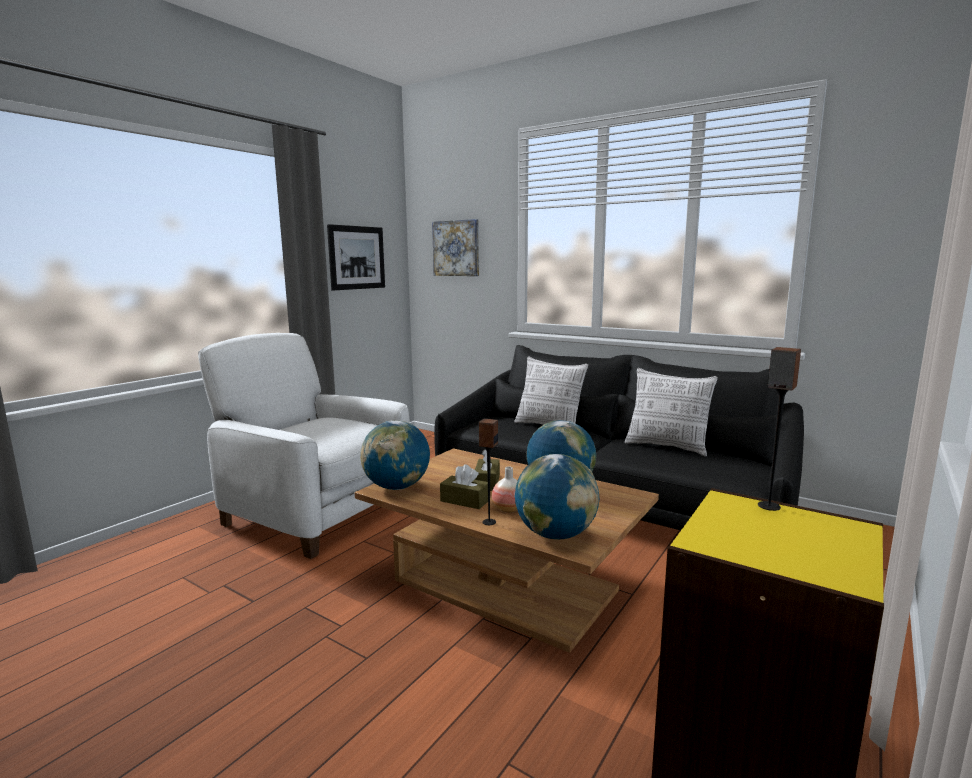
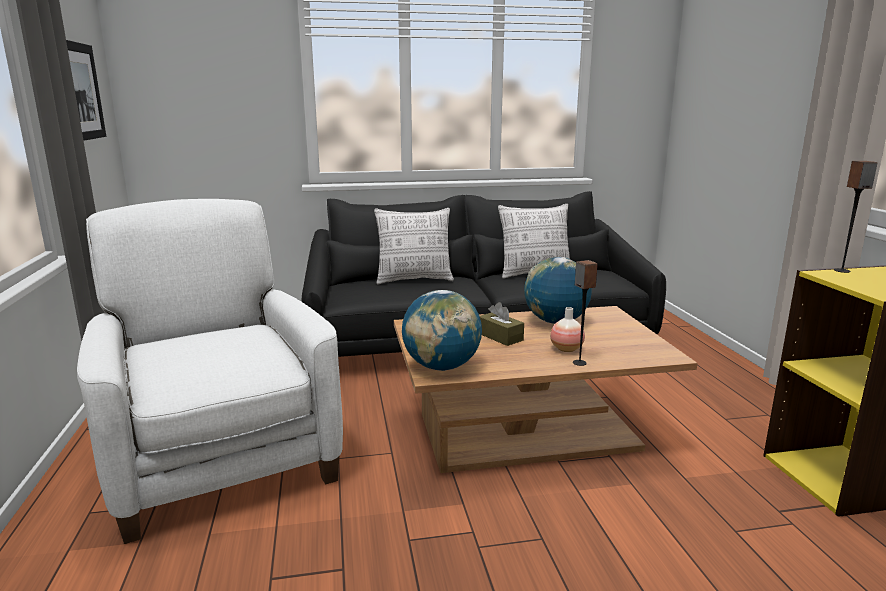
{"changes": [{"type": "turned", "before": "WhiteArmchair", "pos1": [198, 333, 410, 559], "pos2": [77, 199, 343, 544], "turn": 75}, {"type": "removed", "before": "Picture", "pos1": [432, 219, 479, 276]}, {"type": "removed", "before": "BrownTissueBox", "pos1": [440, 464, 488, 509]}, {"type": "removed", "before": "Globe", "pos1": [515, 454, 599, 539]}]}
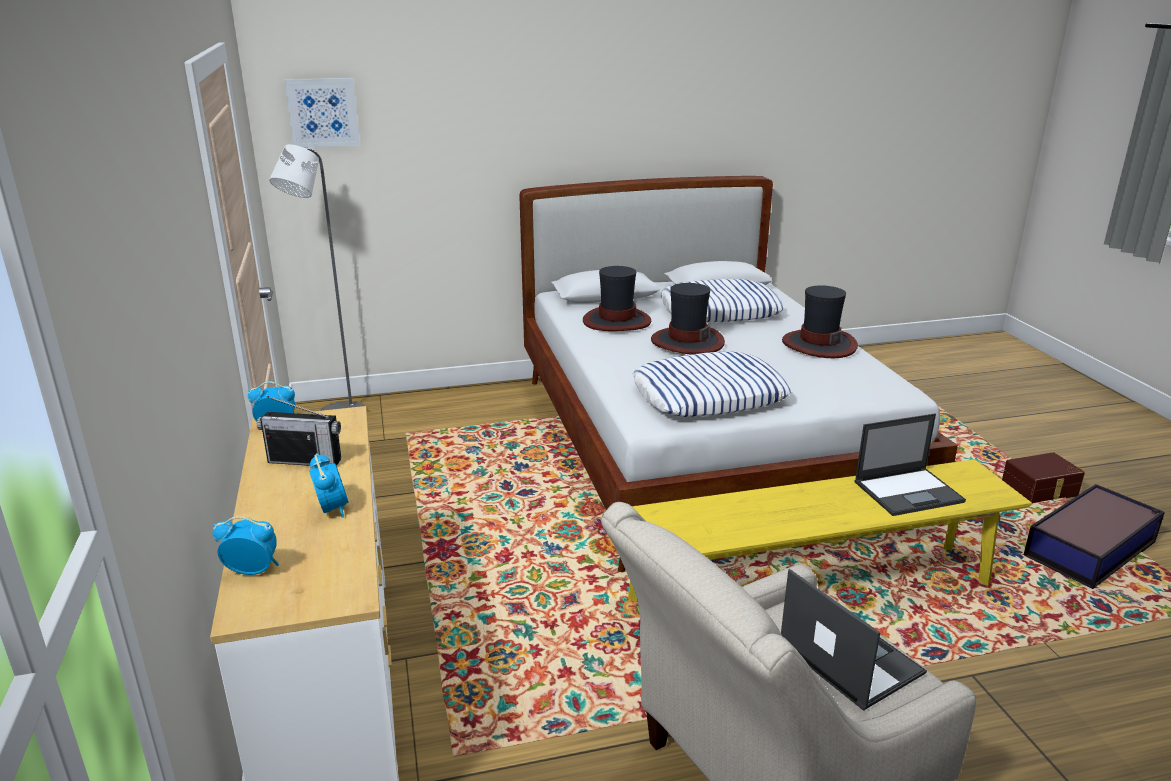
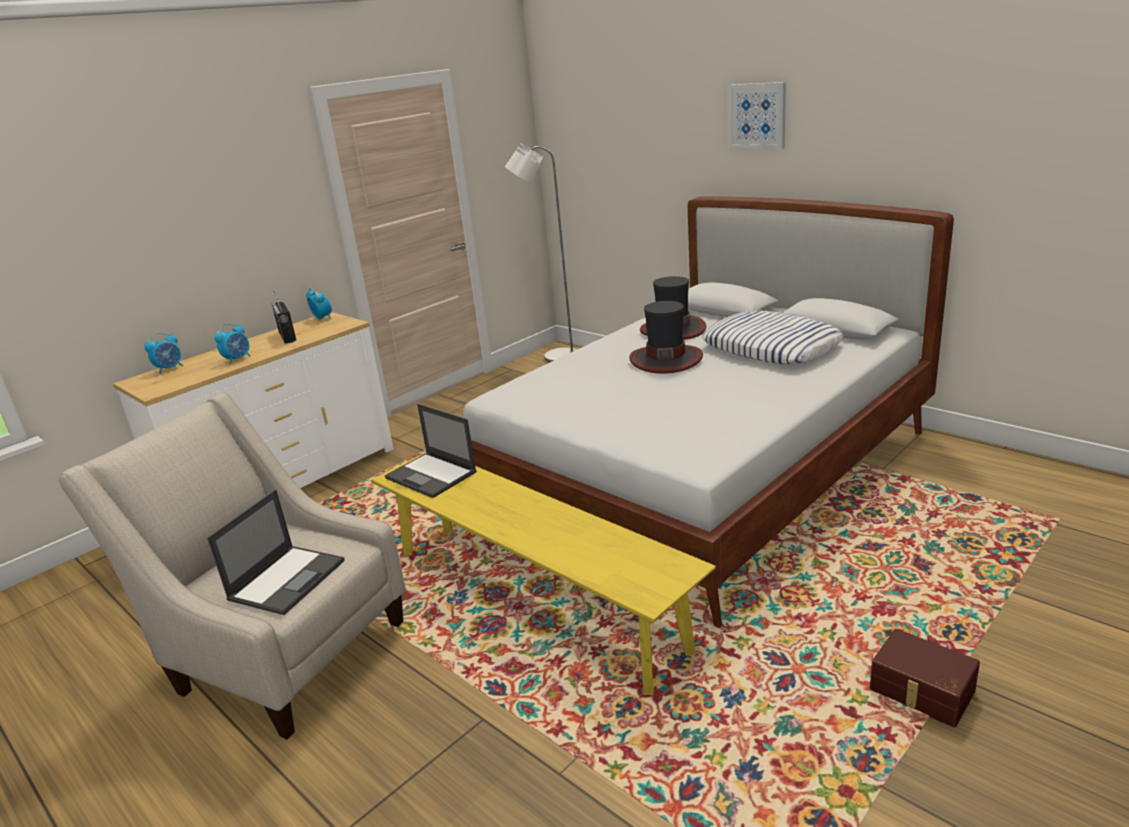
{"changes": [{"type": "turned", "before": "AlarmClock", "pos1": [213, 516, 279, 575], "pos2": [144, 333, 183, 374], "turn": 75}, {"type": "moved", "before": "Picture", "pos1": [285, 78, 360, 148], "pos2": [729, 82, 786, 149]}, {"type": "removed", "before": "Pillow", "pos1": [633, 351, 791, 417]}, {"type": "removed", "before": "Hat", "pos1": [782, 285, 858, 358]}, {"type": "moved", "before": "Laptop", "pos1": [855, 413, 966, 516], "pos2": [385, 404, 477, 498]}, {"type": "removed", "before": "StorageBox", "pos1": [1024, 484, 1165, 589]}]}
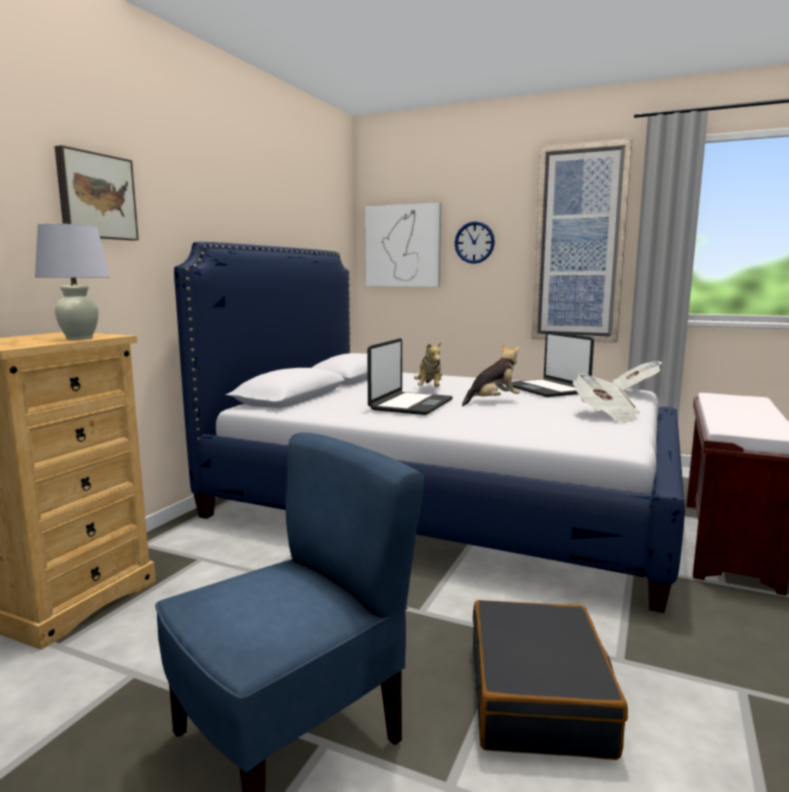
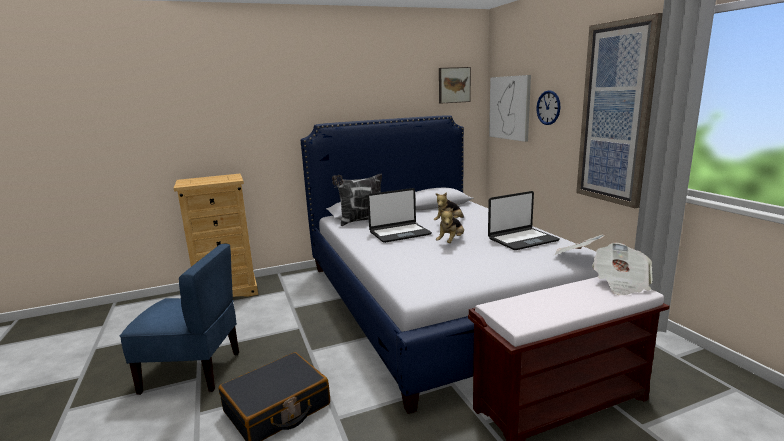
{"changes": [{"type": "removed", "before": "WhiteTableLamp", "pos1": [35, 224, 110, 339]}, {"type": "moved", "before": "Picture", "pos1": [54, 145, 139, 241], "pos2": [439, 67, 471, 104]}, {"type": "turned", "before": "PlushToy", "pos1": [462, 344, 520, 406], "pos2": [436, 208, 464, 243], "turn": 105}, {"type": "turned", "before": "Laptop", "pos1": [512, 332, 594, 397], "pos2": [488, 191, 559, 250], "turn": -135}, {"type": "moved", "before": "Newspaper", "pos1": [573, 374, 640, 423], "pos2": [592, 243, 653, 295]}, {"type": "added", "after": "Pillow", "pos2": [332, 174, 382, 226]}]}
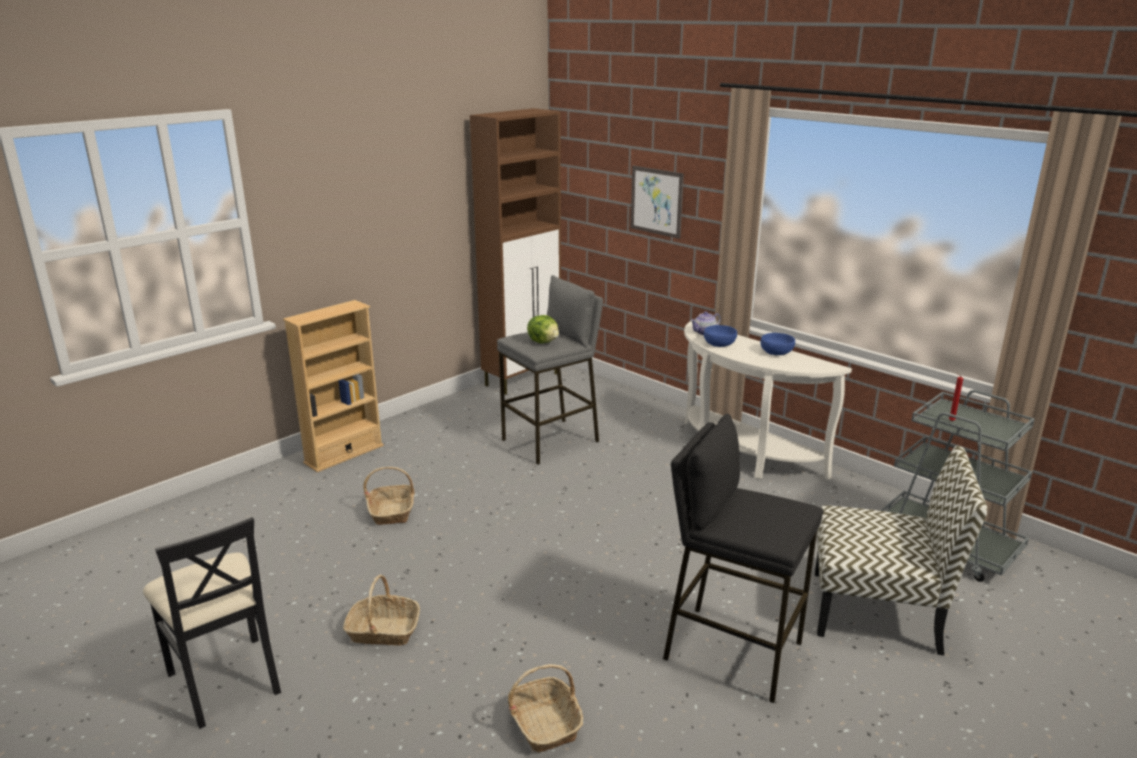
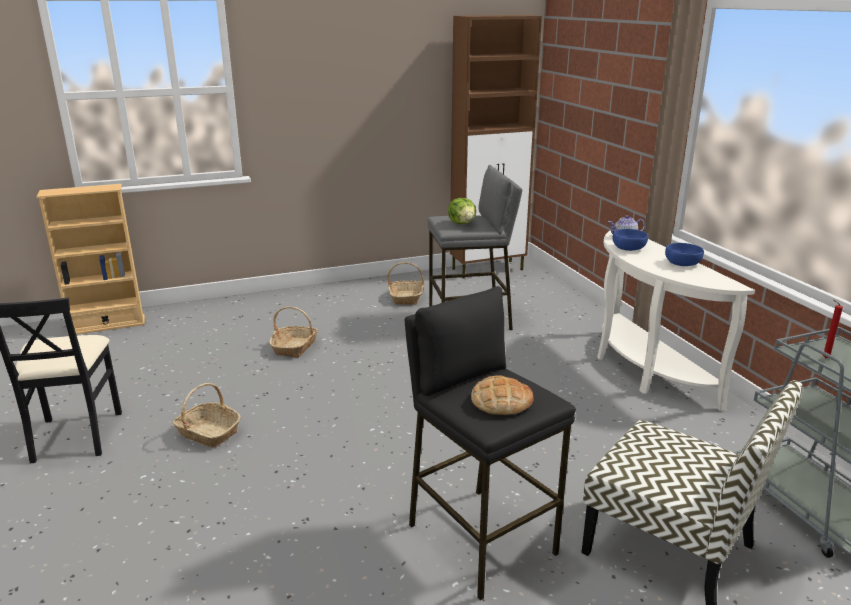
{"changes": [{"type": "moved", "before": "BeigeBookcase", "pos1": [283, 300, 384, 472], "pos2": [36, 184, 145, 336]}, {"type": "moved", "before": "Basket", "pos1": [508, 664, 583, 753], "pos2": [387, 262, 424, 305]}, {"type": "removed", "before": "Picture", "pos1": [630, 165, 684, 239]}, {"type": "added", "after": "Bread", "pos2": [471, 375, 534, 415]}]}
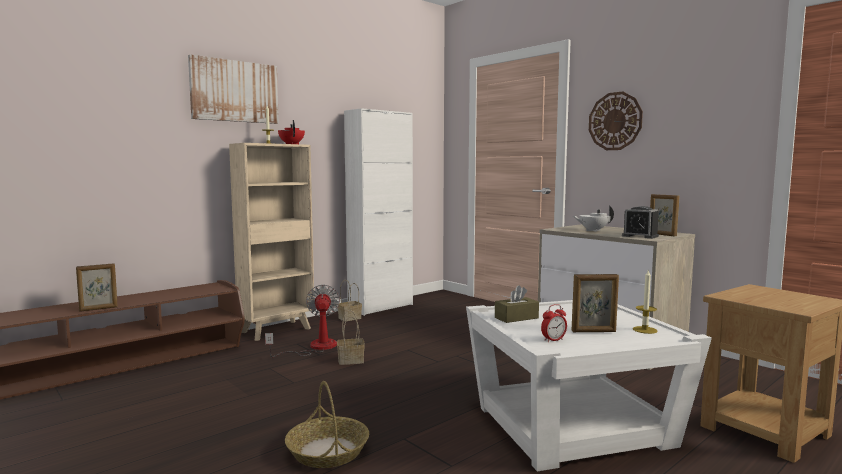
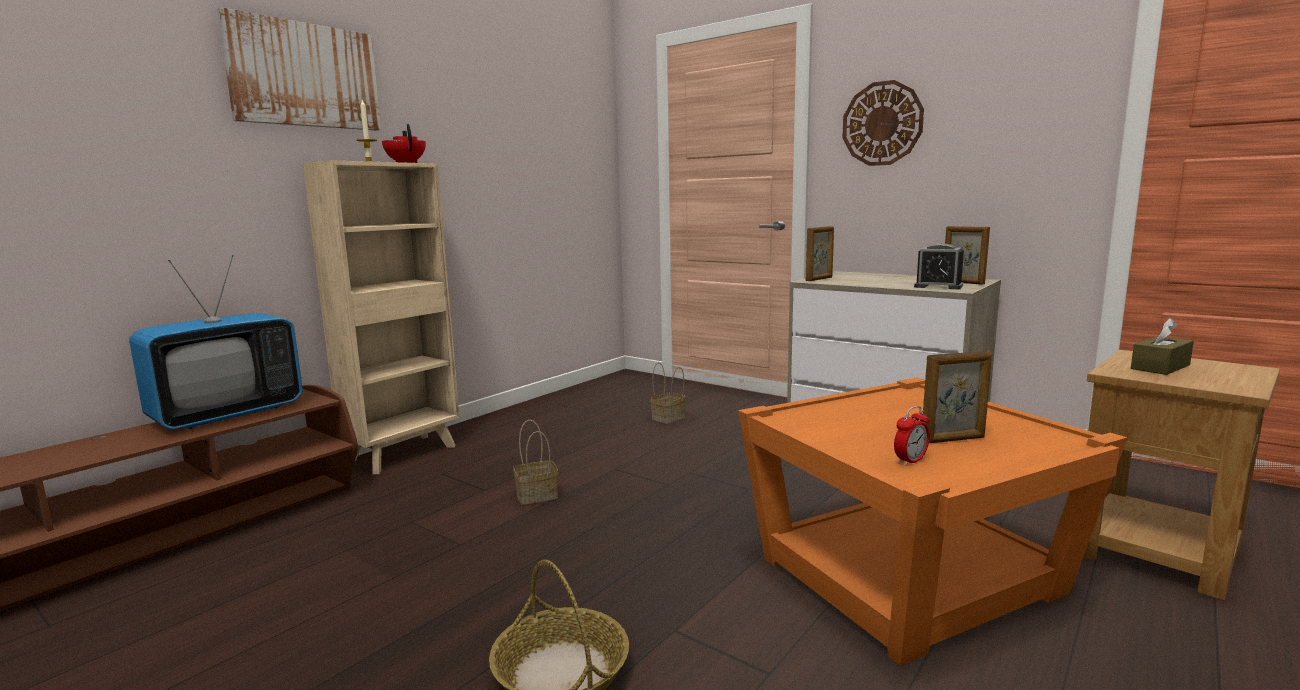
{"changes": [{"type": "moved", "before": "PictureFrame", "pos1": [76, 263, 118, 312], "pos2": [805, 226, 834, 281]}, {"type": "removed", "before": "Fan", "pos1": [265, 285, 340, 358]}, {"type": "moved", "before": "Basket", "pos1": [337, 280, 362, 322], "pos2": [650, 363, 686, 424]}, {"type": "removed", "before": "WhiteCabinet", "pos1": [344, 108, 413, 316]}, {"type": "recoloured", "before": "WhiteSideTable", "after": "OrangeSideTable", "pos1": [466, 300, 712, 471], "pos2": [738, 378, 1128, 666]}, {"type": "moved", "before": "BrownTissueBox", "pos1": [495, 285, 539, 323], "pos2": [1131, 318, 1194, 375]}, {"type": "removed", "before": "WhiteTeapot", "pos1": [573, 206, 614, 232]}, {"type": "removed", "before": "Candle", "pos1": [633, 270, 658, 334]}, {"type": "added", "after": "Television", "pos2": [129, 255, 303, 429]}]}
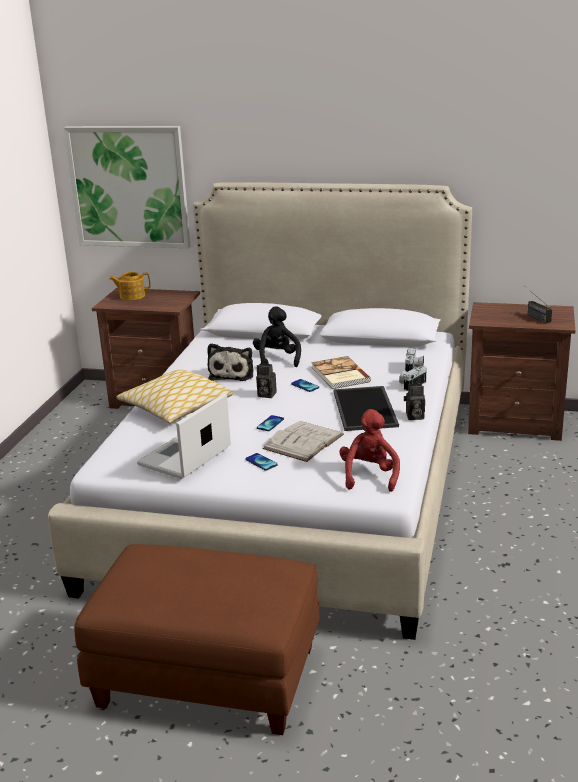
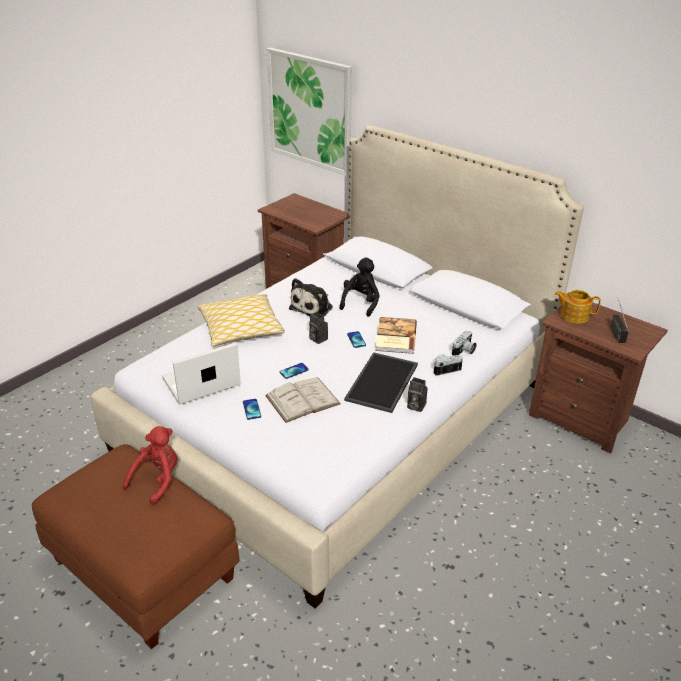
{"changes": [{"type": "moved", "before": "Teapot", "pos1": [109, 272, 150, 300], "pos2": [555, 290, 601, 324]}, {"type": "moved", "before": "RedPlushToy", "pos1": [339, 409, 400, 492], "pos2": [123, 426, 178, 505]}]}
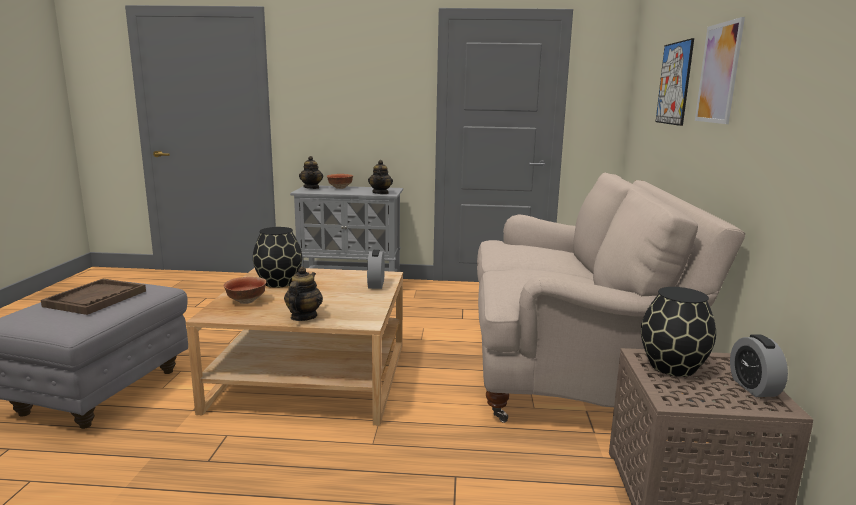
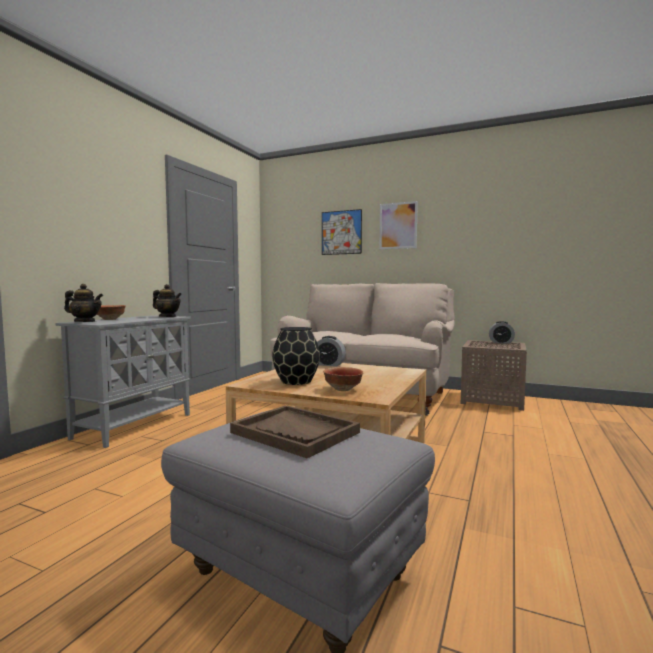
{"changes": [{"type": "removed", "before": "Teapot", "pos1": [284, 266, 323, 321]}, {"type": "removed", "before": "BlackVase", "pos1": [641, 287, 716, 377]}]}
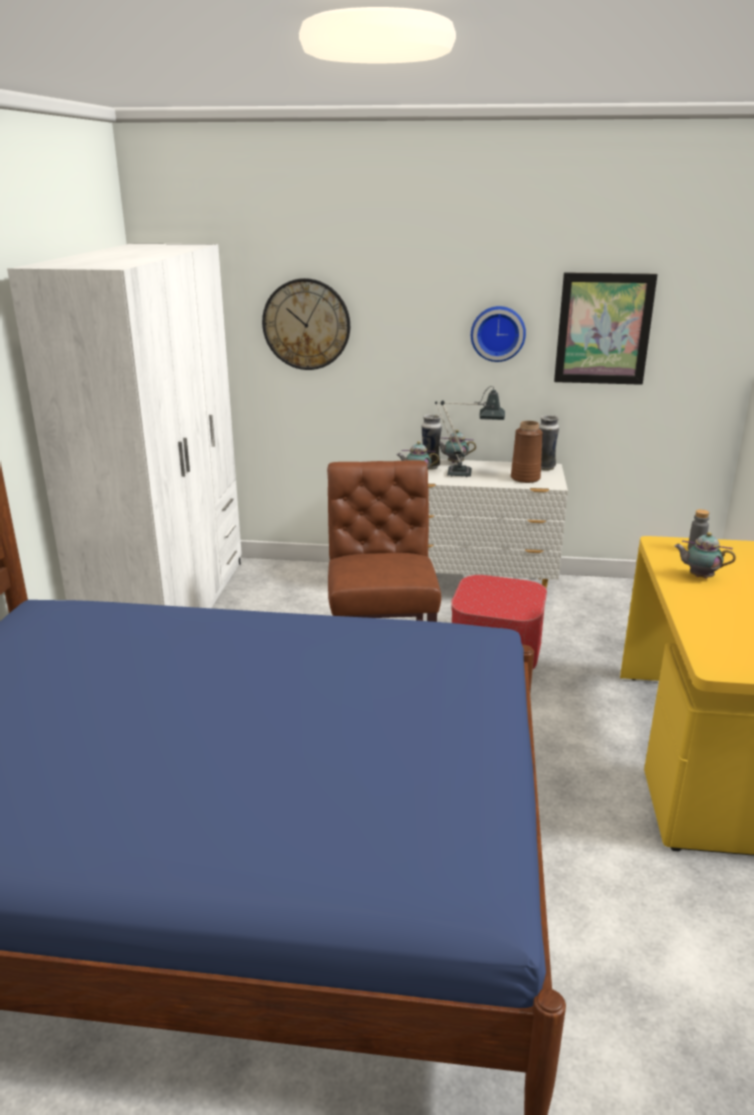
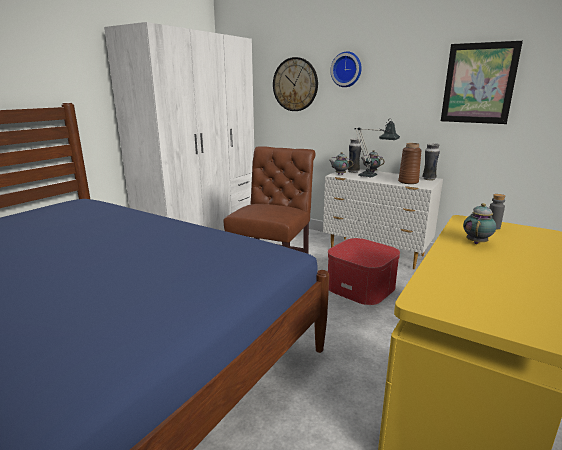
{"changes": [{"type": "moved", "before": "WallClock", "pos1": [471, 306, 526, 362], "pos2": [331, 51, 362, 87]}, {"type": "turned", "before": "Teapot", "pos1": [674, 532, 736, 578], "pos2": [463, 203, 496, 244], "turn": 75}]}
